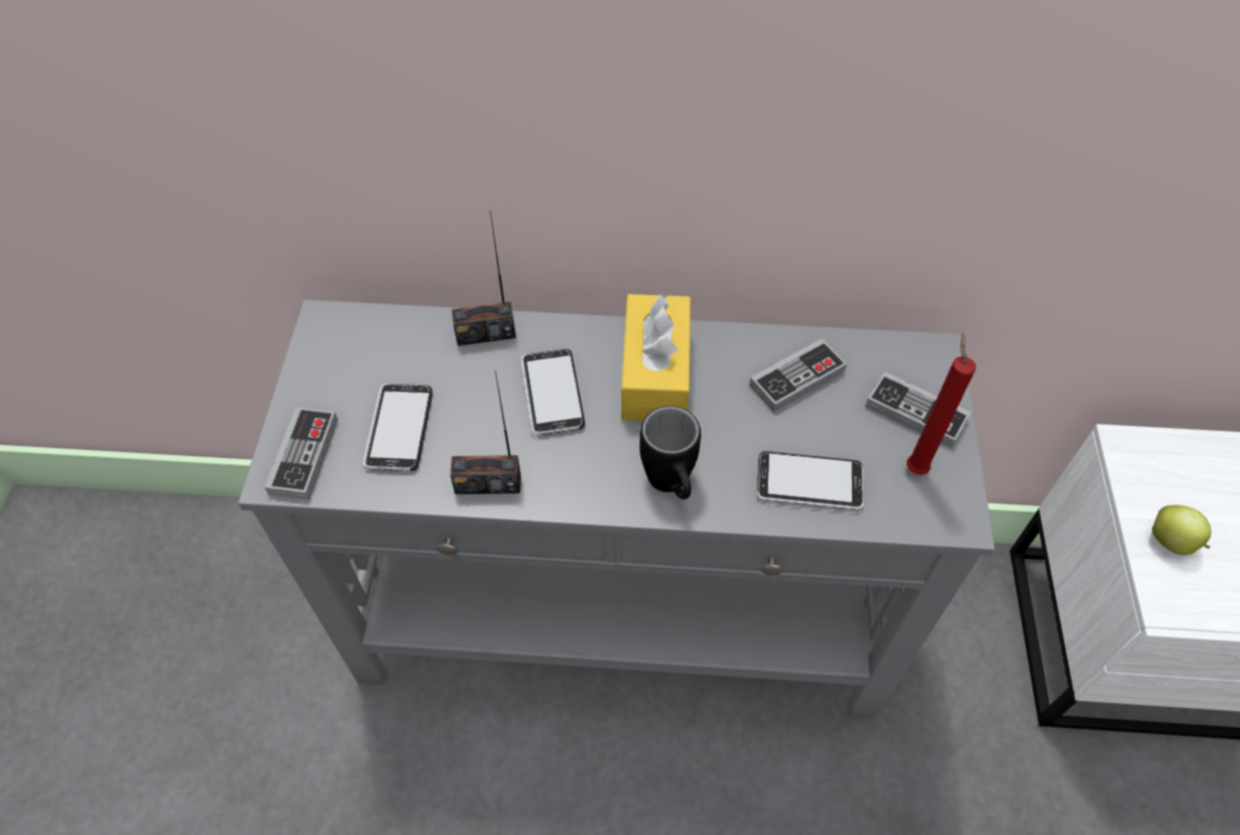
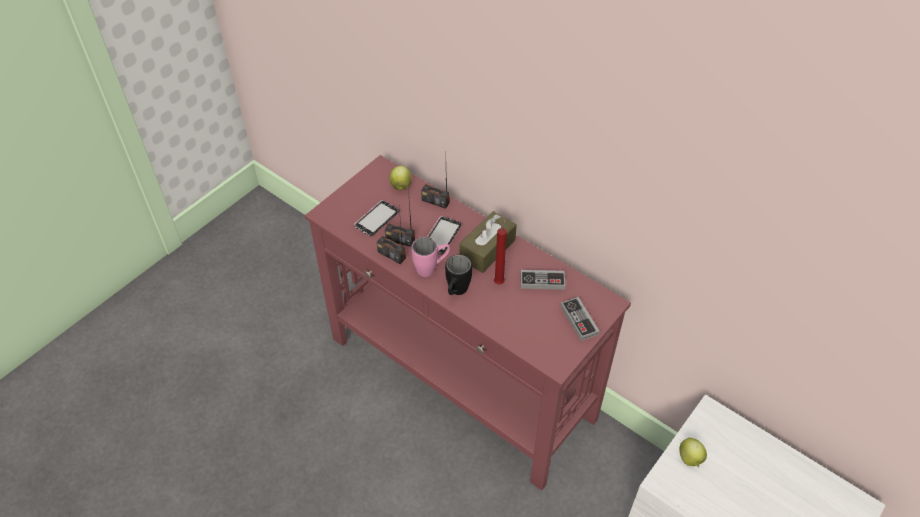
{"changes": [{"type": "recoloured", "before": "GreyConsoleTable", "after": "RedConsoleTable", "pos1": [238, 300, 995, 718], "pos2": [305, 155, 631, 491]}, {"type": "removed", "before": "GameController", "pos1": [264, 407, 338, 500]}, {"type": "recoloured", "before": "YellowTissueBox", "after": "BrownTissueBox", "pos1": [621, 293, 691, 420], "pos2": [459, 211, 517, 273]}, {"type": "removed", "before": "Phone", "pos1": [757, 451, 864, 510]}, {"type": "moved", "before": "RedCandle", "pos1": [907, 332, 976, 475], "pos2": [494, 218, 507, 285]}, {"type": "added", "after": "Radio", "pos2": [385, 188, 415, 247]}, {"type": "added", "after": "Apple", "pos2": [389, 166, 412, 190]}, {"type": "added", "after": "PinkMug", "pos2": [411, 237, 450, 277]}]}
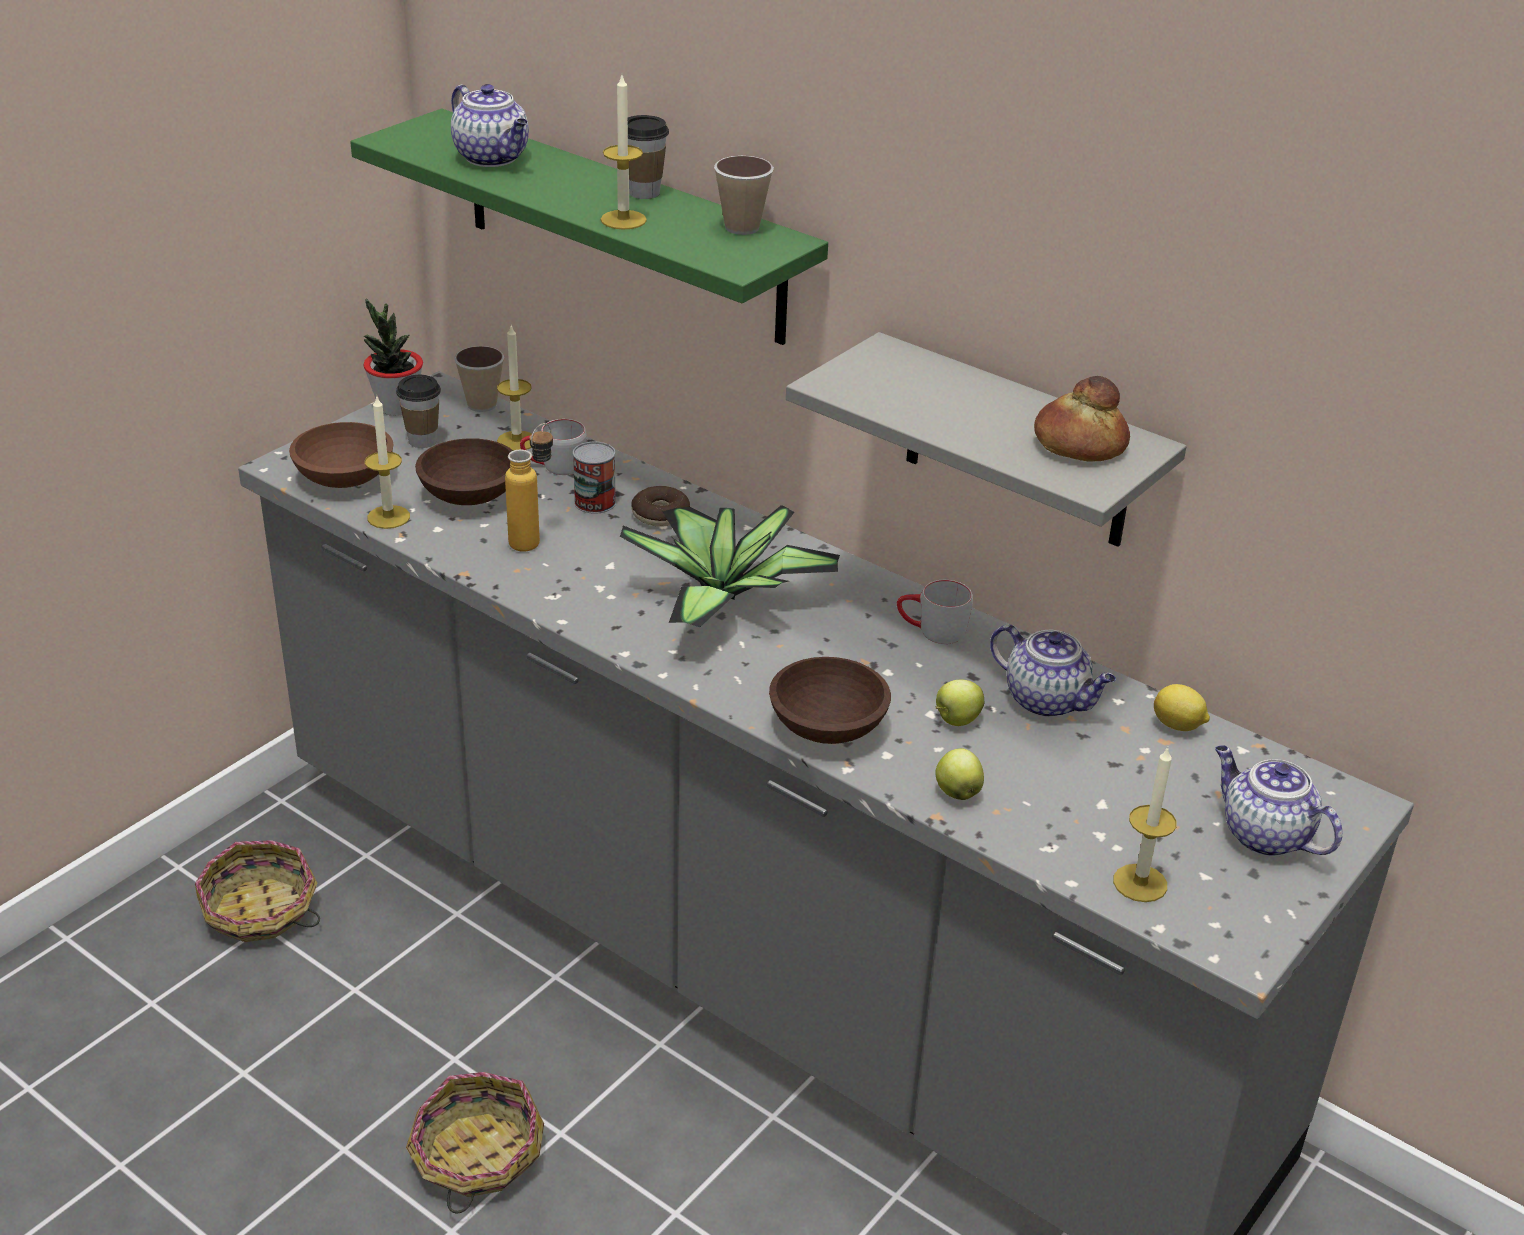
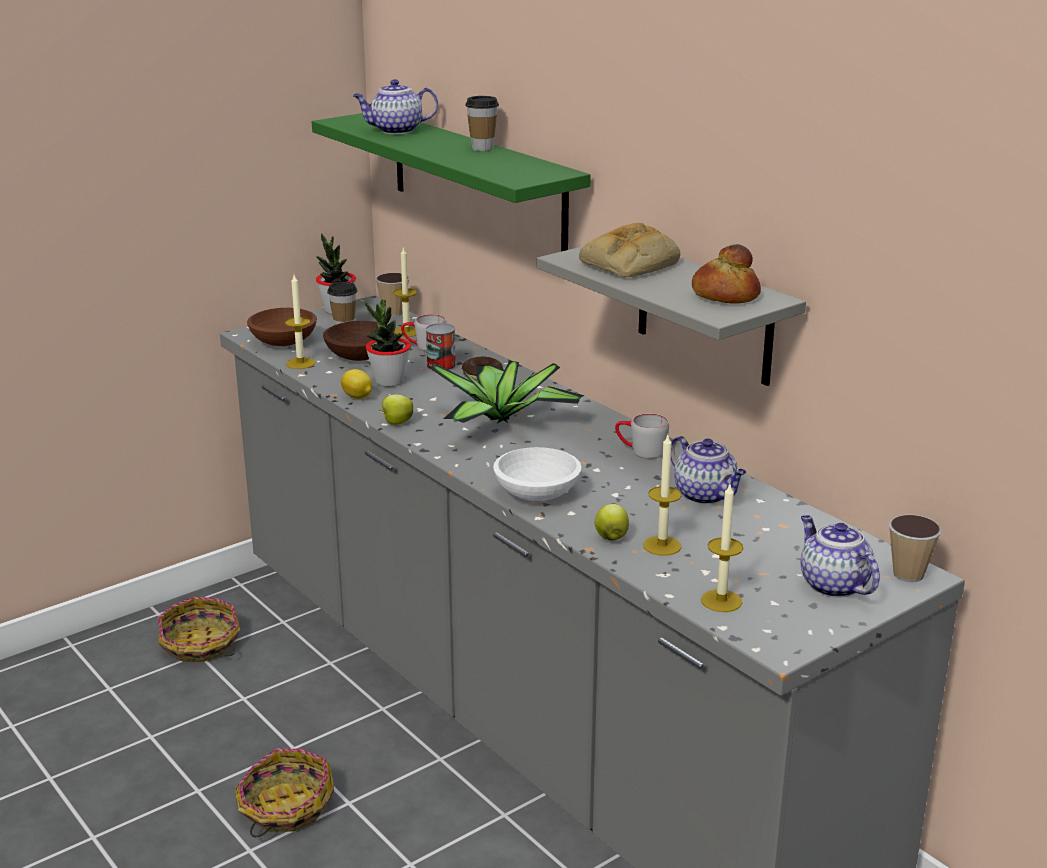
{"changes": [{"type": "turned", "before": "Teapot", "pos1": [451, 84, 529, 167], "pos2": [353, 79, 438, 134], "turn": 105}, {"type": "replaced", "before": "Bottle", "after": "PottedPlant", "pos1": [505, 423, 553, 552], "pos2": [365, 299, 411, 387]}, {"type": "moved", "before": "Candle", "pos1": [601, 75, 647, 230], "pos2": [643, 435, 682, 556]}, {"type": "moved", "before": "Cup", "pos1": [714, 156, 774, 235], "pos2": [889, 515, 942, 582]}, {"type": "recoloured", "before": "BrownBowl", "after": "WhiteBowl", "pos1": [769, 657, 891, 744], "pos2": [493, 447, 581, 501]}, {"type": "moved", "before": "Apple", "pos1": [936, 680, 984, 726], "pos2": [379, 394, 413, 425]}, {"type": "moved", "before": "Lemon", "pos1": [1154, 684, 1210, 731], "pos2": [341, 369, 372, 399]}, {"type": "added", "after": "Bread", "pos2": [579, 223, 680, 277]}]}
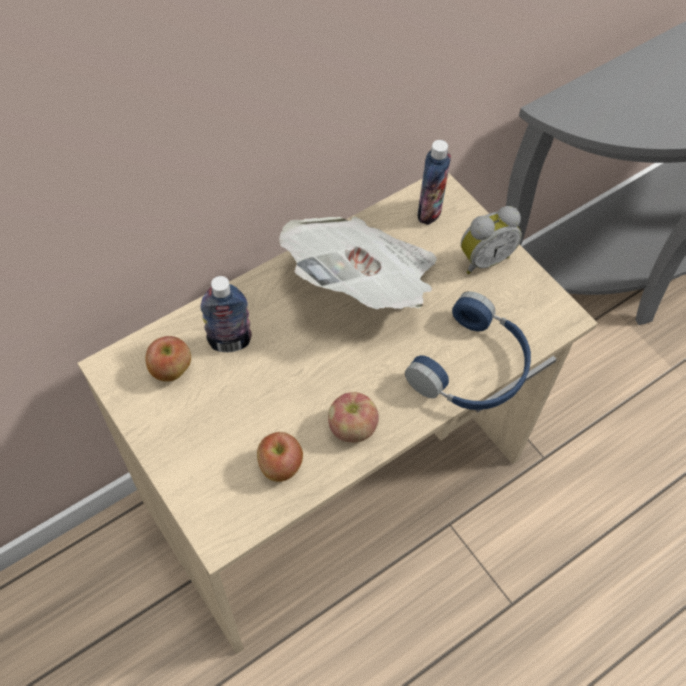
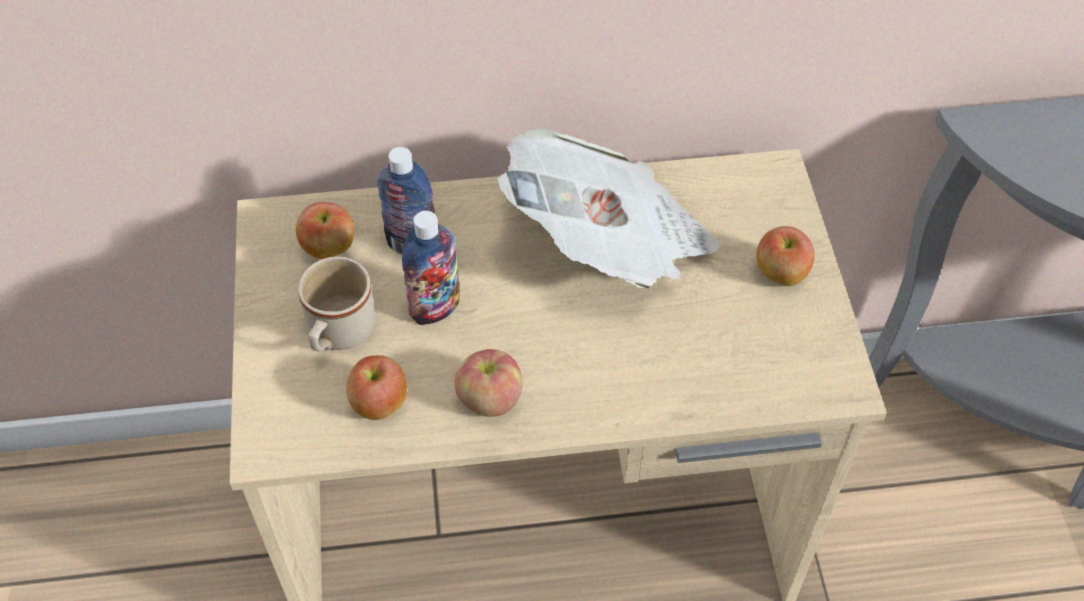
{"changes": [{"type": "removed", "before": "BlueHeadphones", "pos1": [405, 291, 531, 410]}, {"type": "moved", "before": "Bottle", "pos1": [418, 140, 451, 225], "pos2": [402, 211, 460, 325]}, {"type": "replaced", "before": "AlarmClock", "after": "Apple", "pos1": [461, 206, 522, 274], "pos2": [757, 226, 815, 286]}, {"type": "added", "after": "BeigeMug", "pos2": [298, 257, 376, 352]}]}
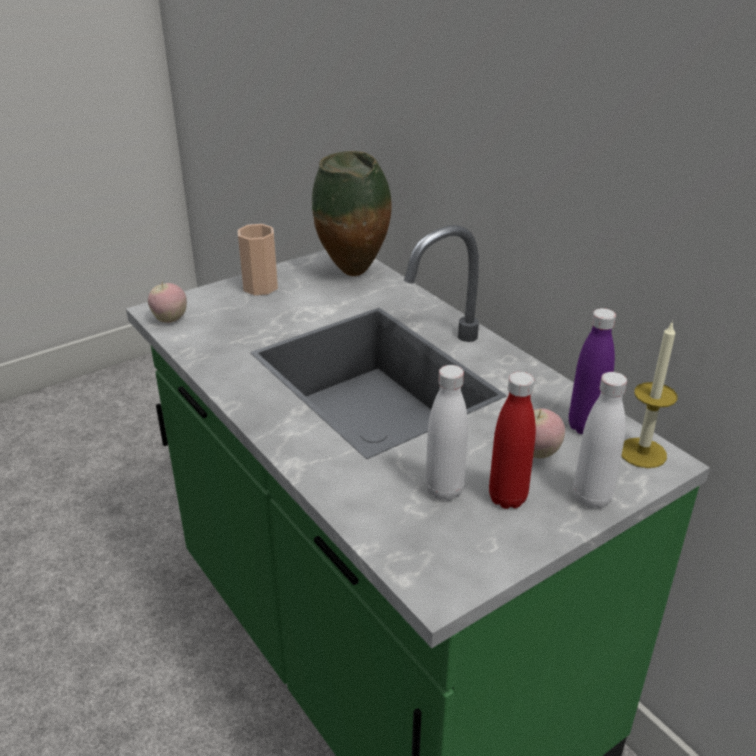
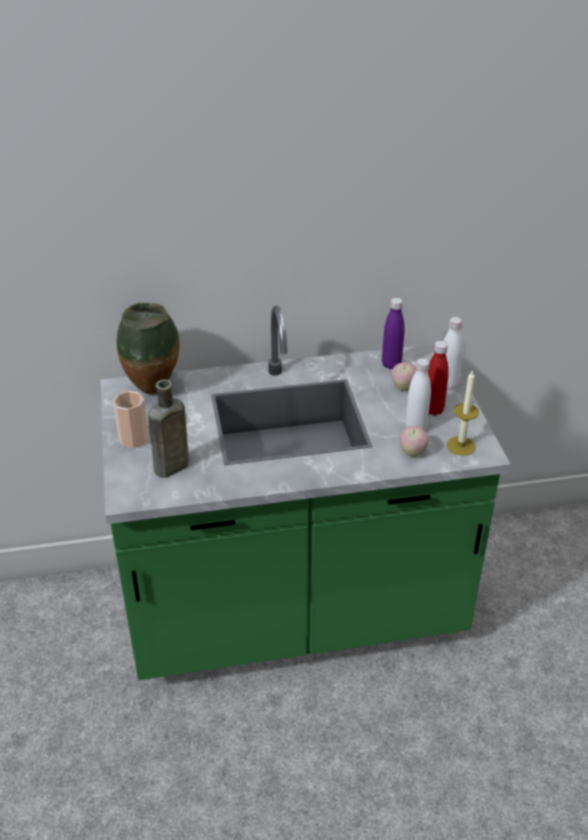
{"changes": [{"type": "moved", "before": "Apple", "pos1": [148, 283, 187, 323], "pos2": [399, 426, 429, 457]}, {"type": "moved", "before": "Candle", "pos1": [621, 321, 678, 468], "pos2": [447, 371, 479, 456]}, {"type": "added", "after": "BrownBottle", "pos2": [148, 379, 189, 478]}]}
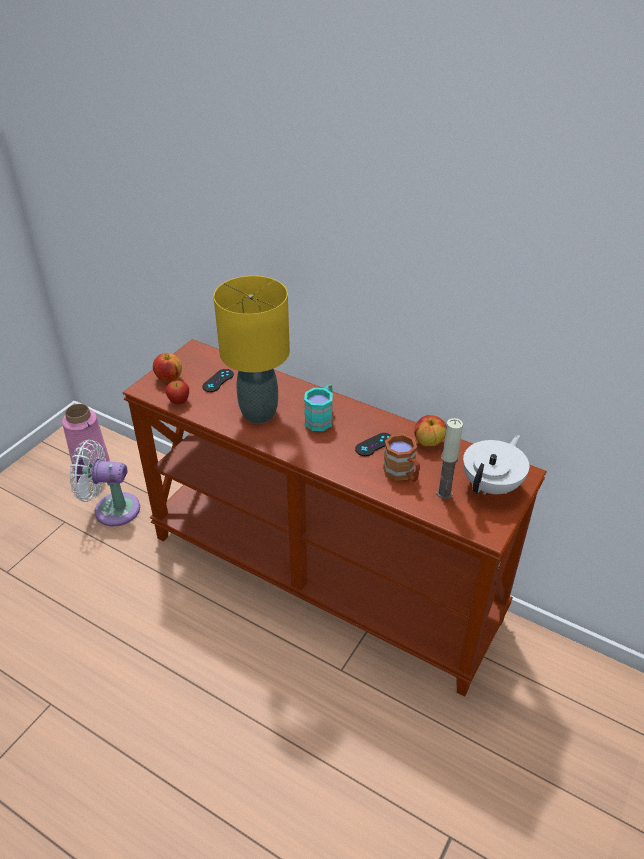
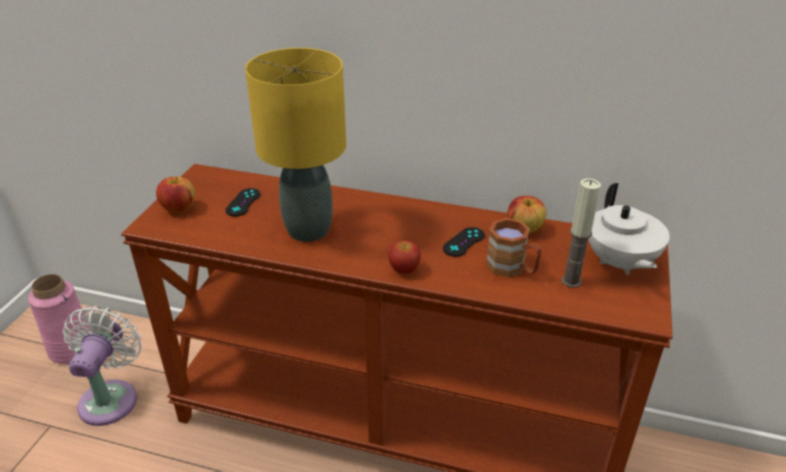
{"changes": [{"type": "turned", "before": "WhiteFan", "pos1": [69, 440, 140, 526], "pos2": [63, 306, 142, 426], "turn": 105}, {"type": "moved", "before": "Apple", "pos1": [166, 380, 189, 404], "pos2": [388, 241, 421, 274]}, {"type": "removed", "before": "TurquoiseMug", "pos1": [304, 385, 333, 431]}, {"type": "turned", "before": "WhiteTeapot", "pos1": [463, 435, 529, 495], "pos2": [588, 183, 670, 275], "turn": 150}]}
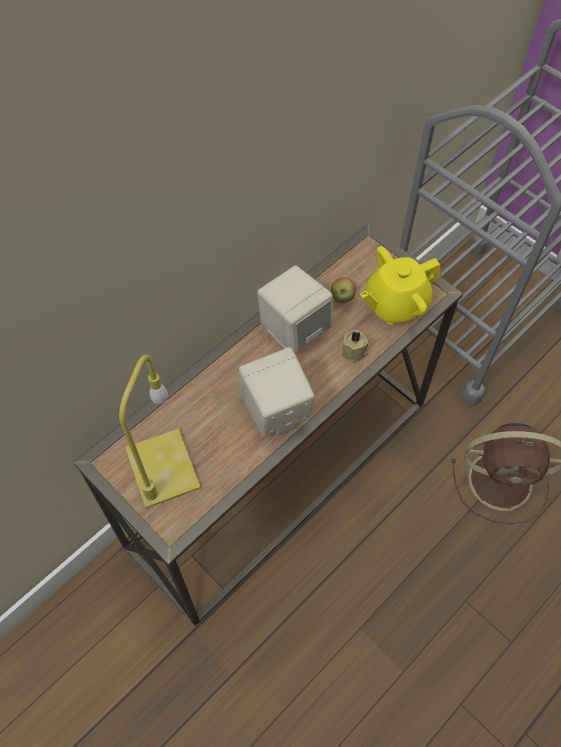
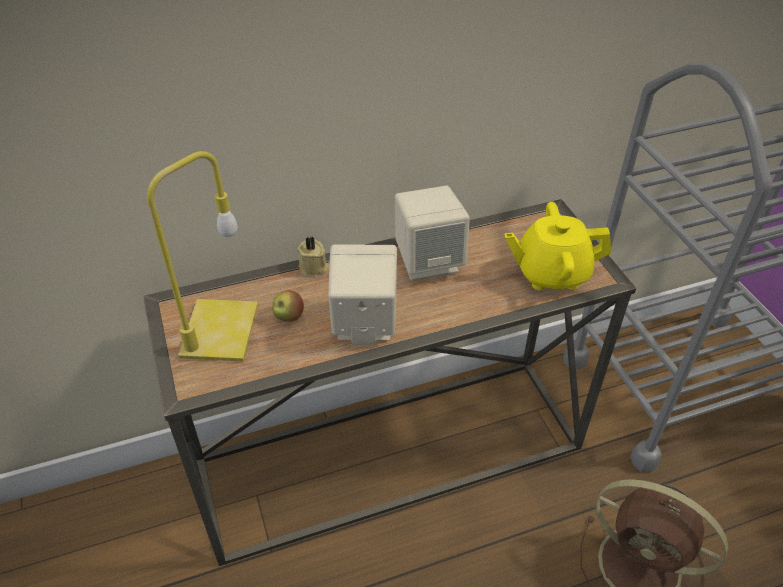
{"changes": [{"type": "moved", "before": "Apple", "pos1": [331, 277, 356, 303], "pos2": [272, 290, 304, 322]}, {"type": "moved", "before": "BeigeCandle", "pos1": [341, 330, 368, 363], "pos2": [298, 237, 329, 276]}]}
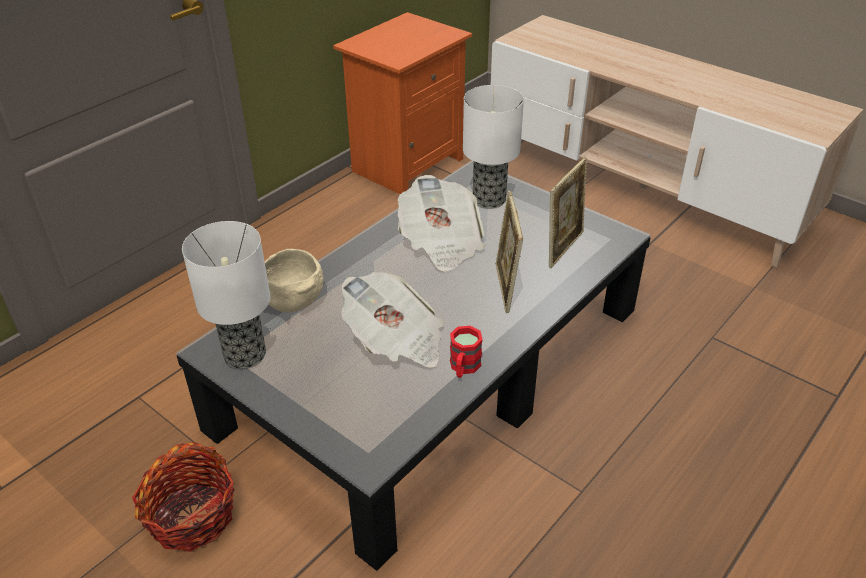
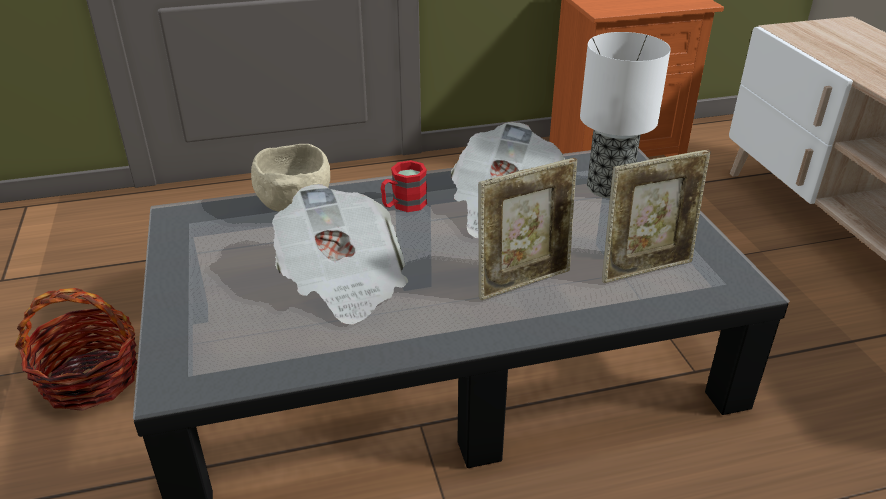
{"changes": [{"type": "removed", "before": "TableLamp", "pos1": [182, 221, 270, 369]}, {"type": "moved", "before": "RedMug", "pos1": [450, 326, 483, 378], "pos2": [381, 160, 427, 212]}, {"type": "turned", "before": "PictureFrame", "pos1": [495, 191, 523, 313], "pos2": [479, 158, 577, 300], "turn": -150}]}
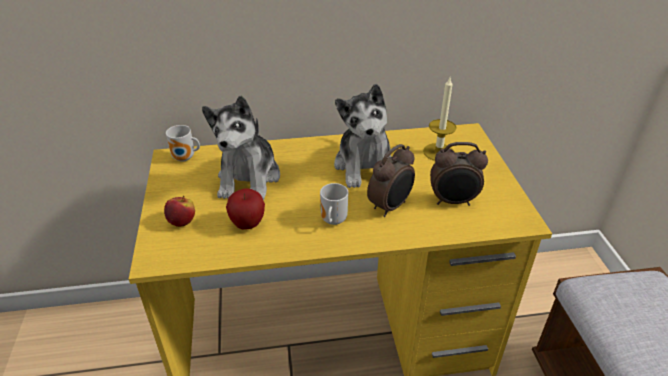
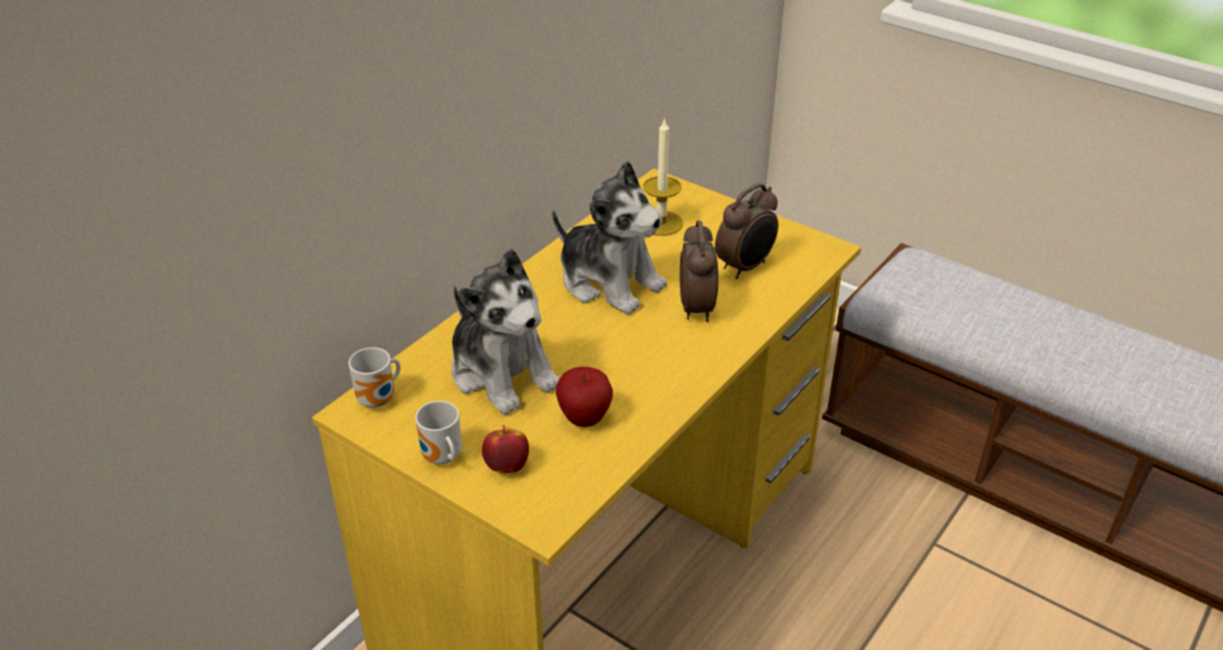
{"changes": [{"type": "moved", "before": "Mug", "pos1": [320, 183, 348, 225], "pos2": [415, 401, 462, 464]}]}
